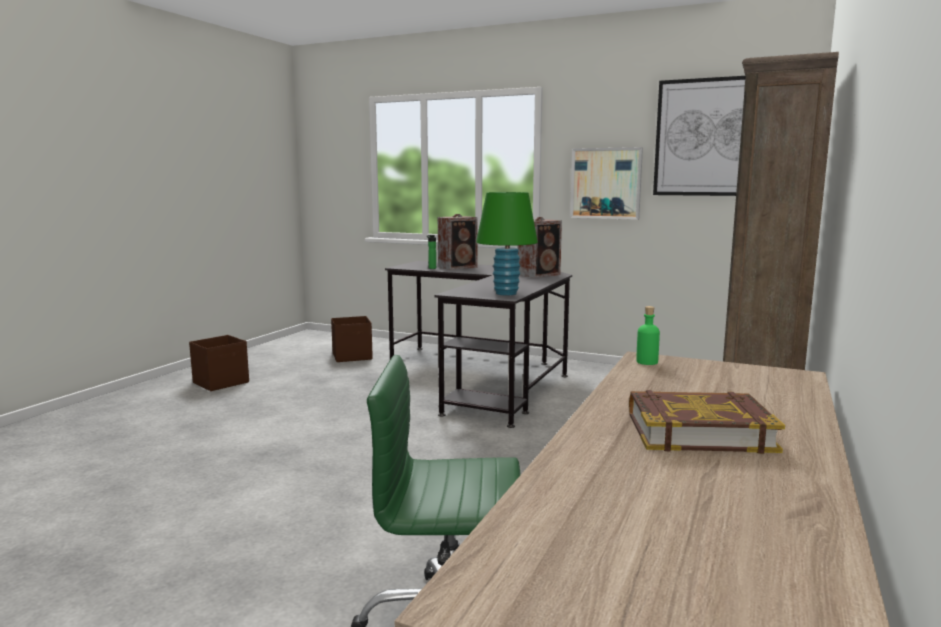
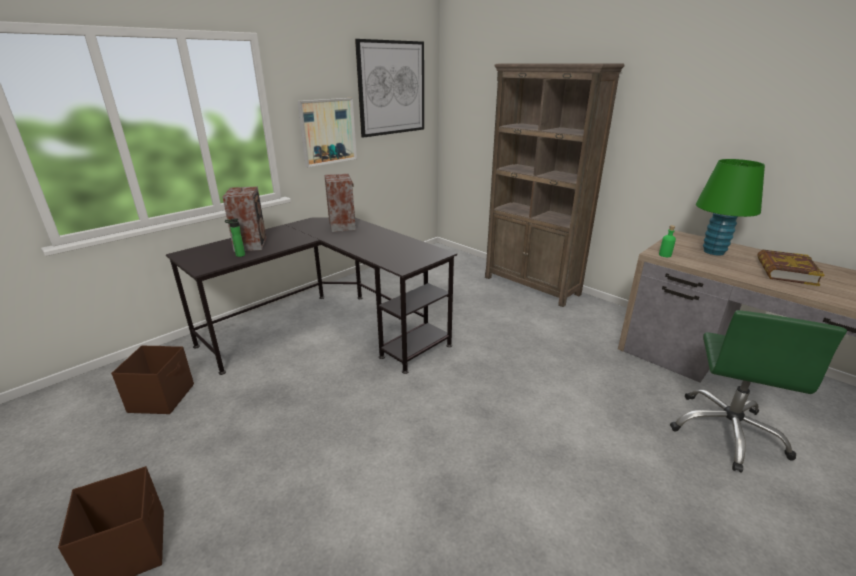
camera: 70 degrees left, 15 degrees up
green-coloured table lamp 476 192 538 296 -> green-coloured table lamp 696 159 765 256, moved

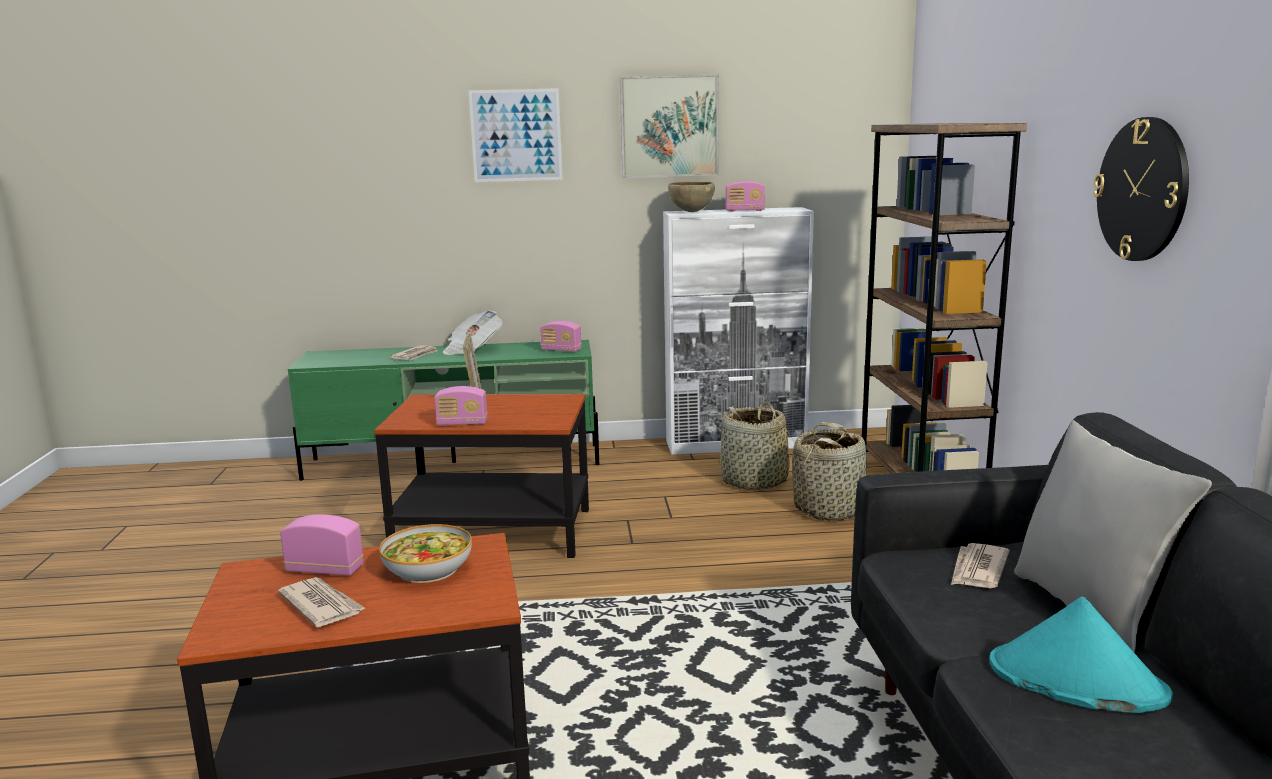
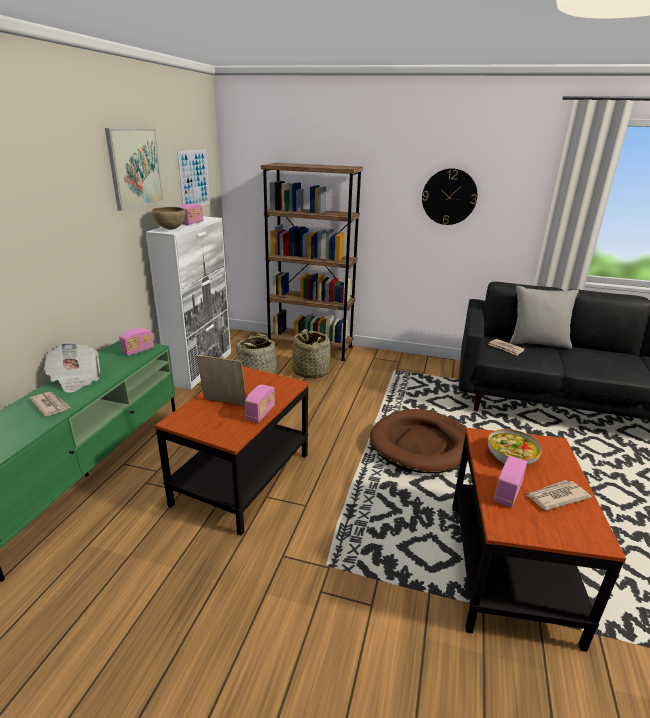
camera: 70 degrees left, 10 degrees up
wall art 468 88 563 182 -> wall art 177 149 210 205, moved
turquoise wearable hat 989 596 1173 713 -> none
none -> brown-coloured dog cushion 370 409 468 474

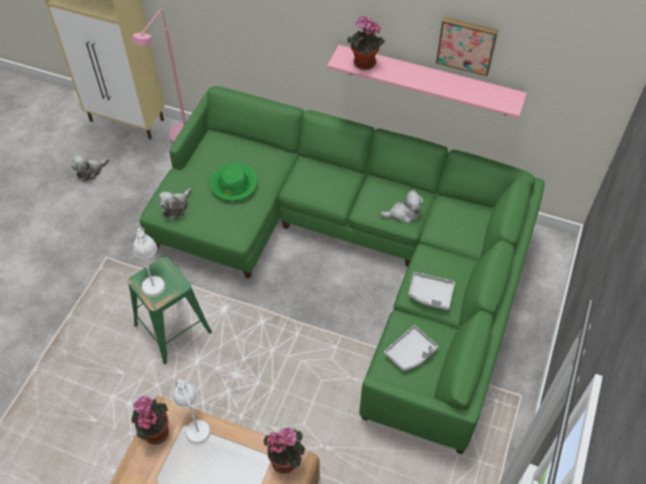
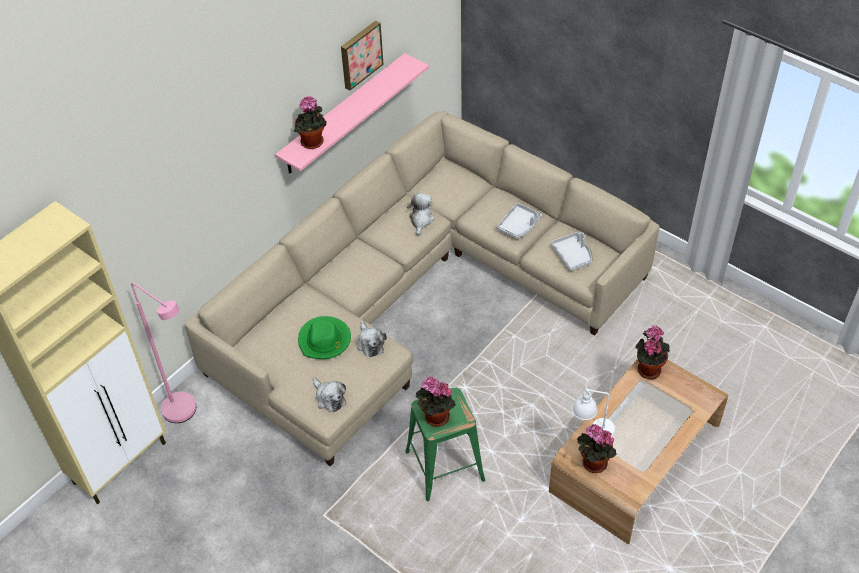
camera: 70 degrees left, 5 degrees down
green-coloured couch 140 86 545 454 -> beige couch 184 111 660 467
plush toy 72 155 109 182 -> plush toy 357 320 387 357, moved
whitish table lamp 133 228 165 297 -> houseplant 415 377 456 427

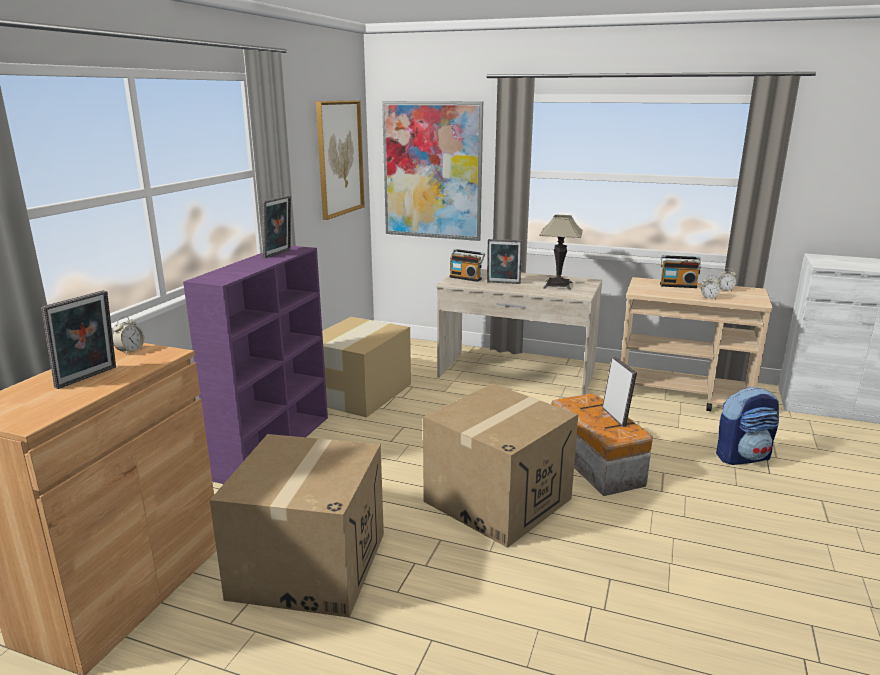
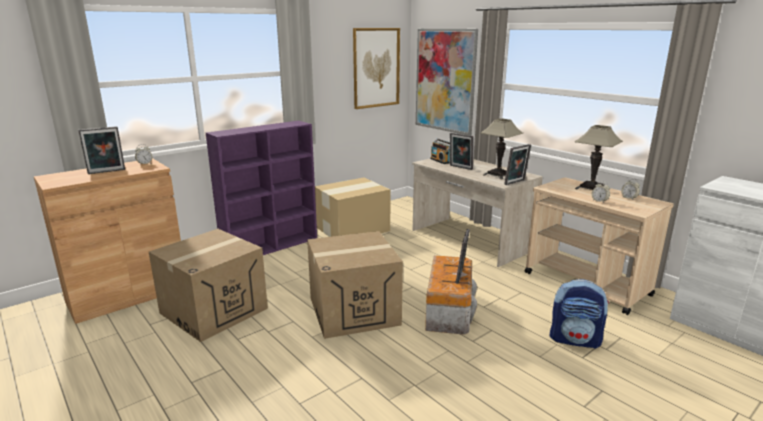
camera: 30 degrees right, 0 degrees up
picture frame 262 195 291 258 -> picture frame 504 144 531 185, moved
radio set 660 255 702 288 -> table lamp 575 125 623 190

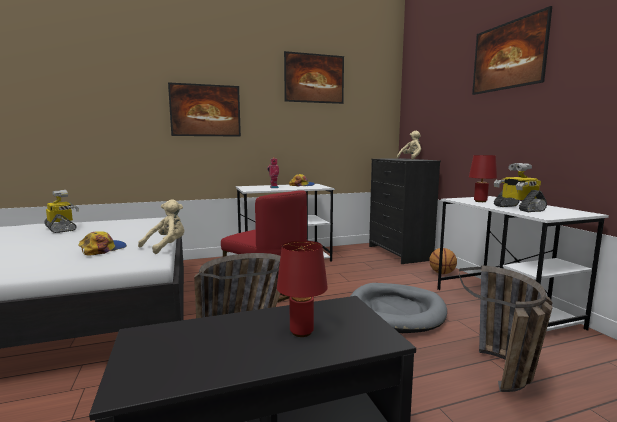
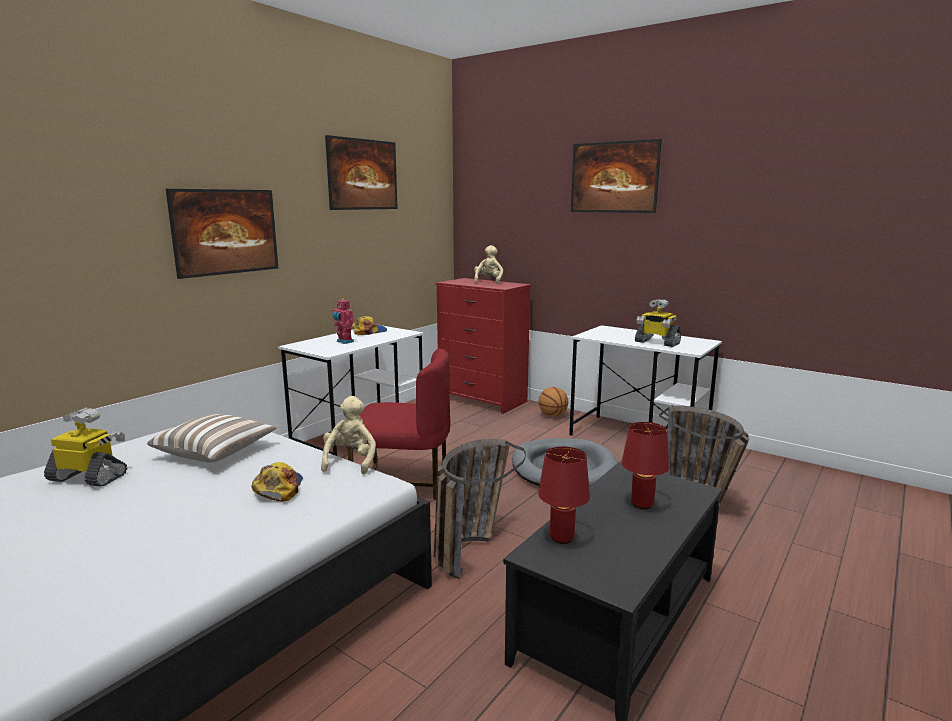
camera: 35 degrees left, 5 degrees up
red-coloured table lamp 469 155 497 202 -> red-coloured table lamp 538 447 590 544, moved
blackish chest of drawers 369 158 441 264 -> red-coloured chest of drawers 436 278 531 414
none -> throw pillow 147 414 277 462

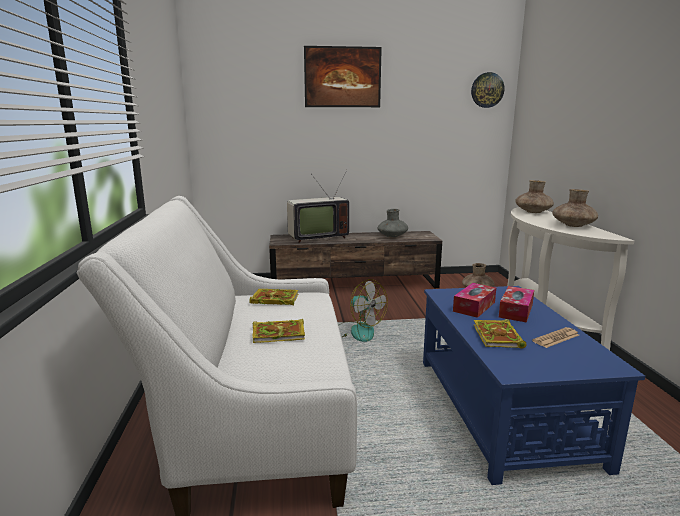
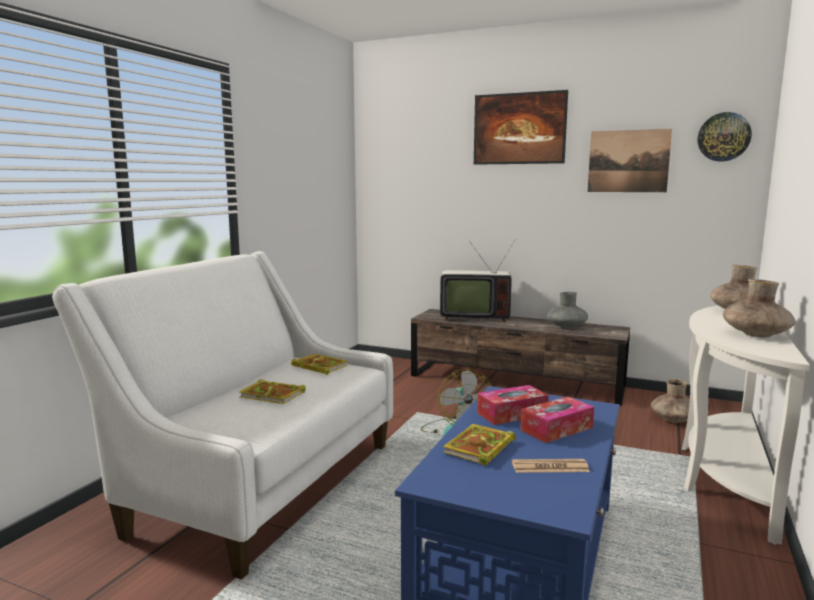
camera: 30 degrees right, 5 degrees down
none -> wall art 588 129 672 192

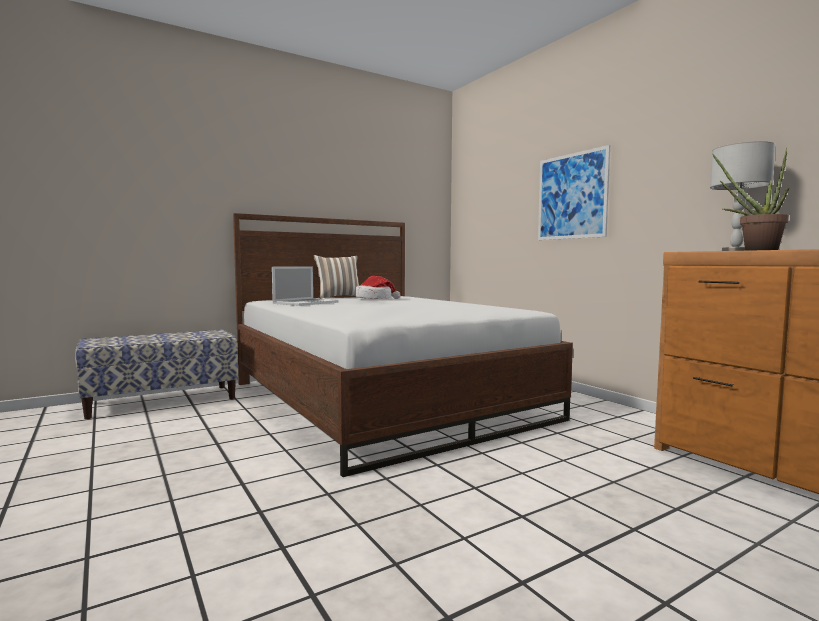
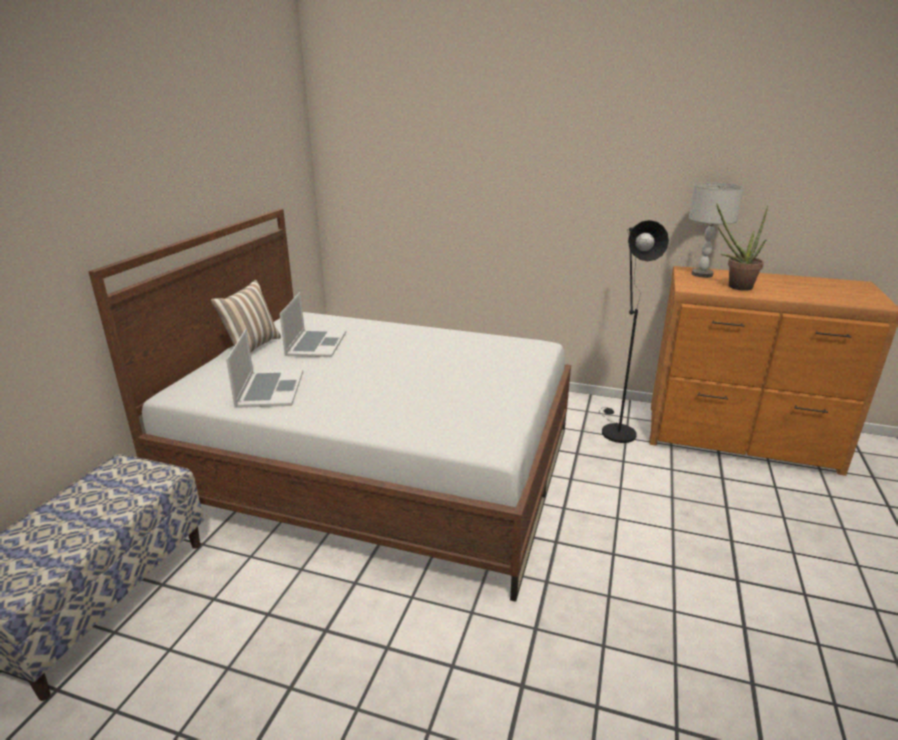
camera: 40 degrees left, 20 degrees up
wall art 538 145 610 240 -> none
wearable hat 355 276 400 299 -> portable computer 280 292 346 357
none -> blackish standing lamp 600 220 669 443

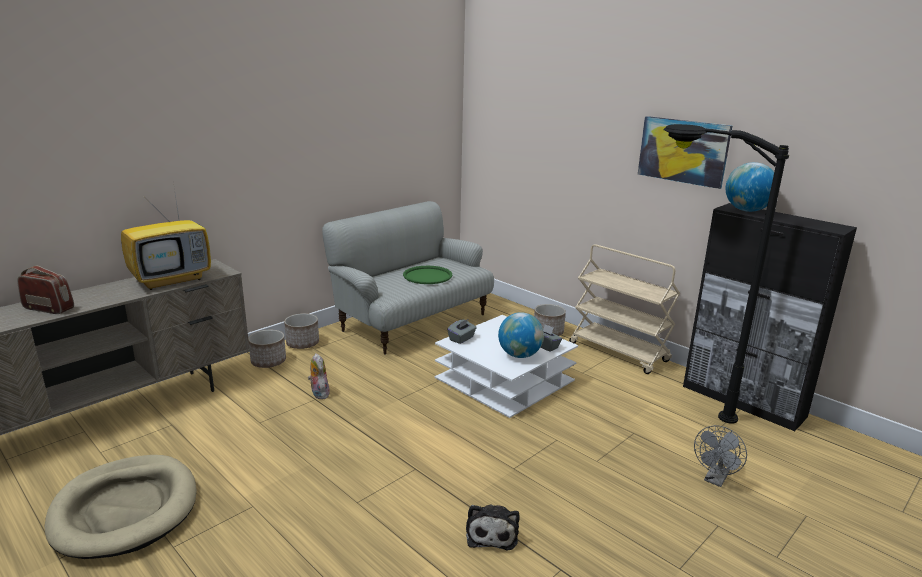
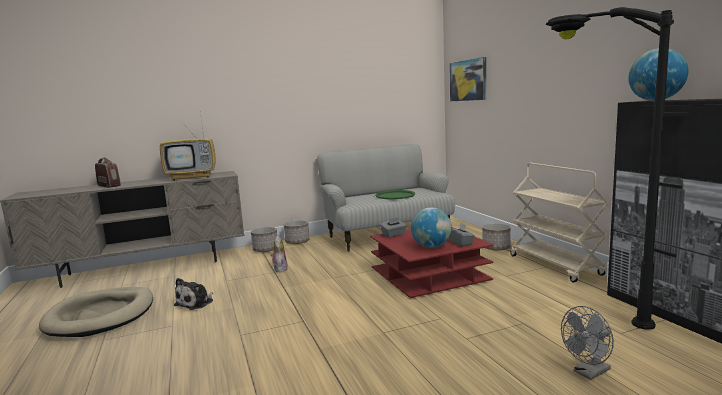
camera: 25 degrees right, 10 degrees down
wall art 638 116 732 189 -> wall art 450 57 486 101, moved
whitish lounge table 435 315 578 418 -> red-coloured lounge table 370 227 493 298
plush toy 466 504 520 551 -> plush toy 174 278 213 310, moved

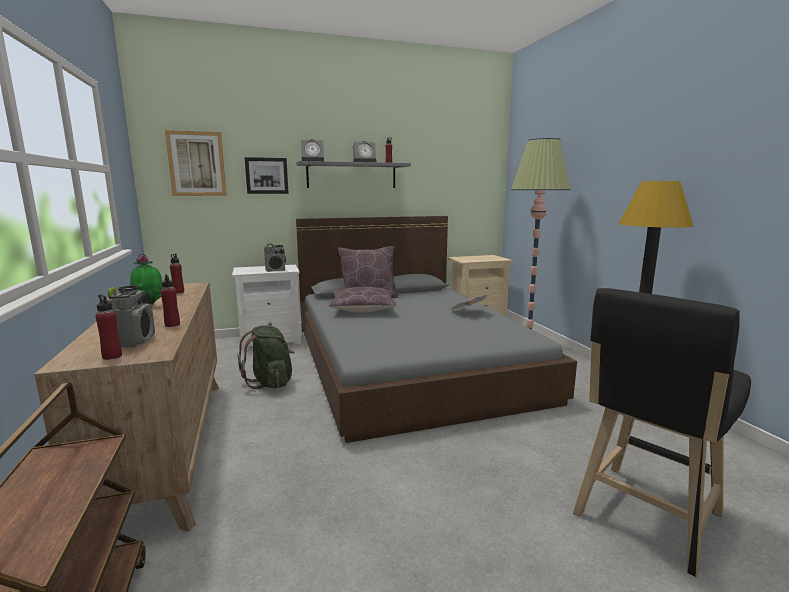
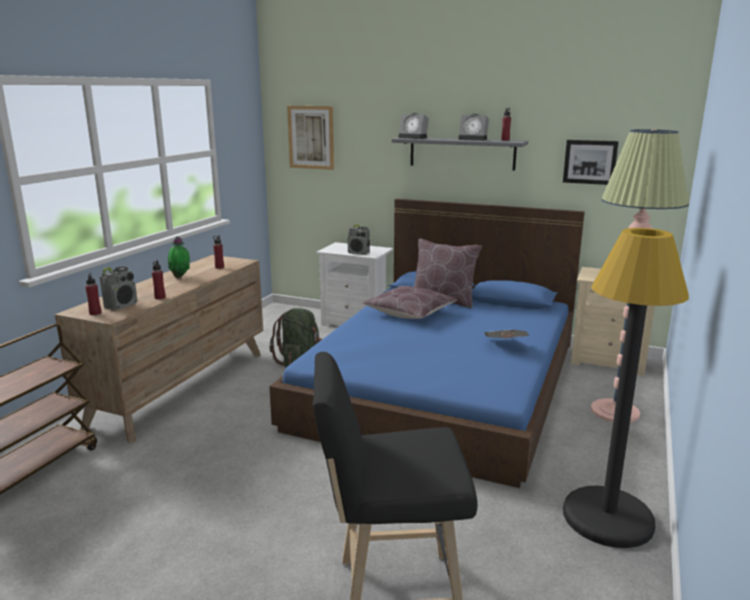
camera: 40 degrees right, 5 degrees up
wall art 245 157 289 194 -> wall art 563 140 619 185, moved
gray sleeping bed 296 216 577 443 -> blue-coloured sleeping bed 269 199 585 488

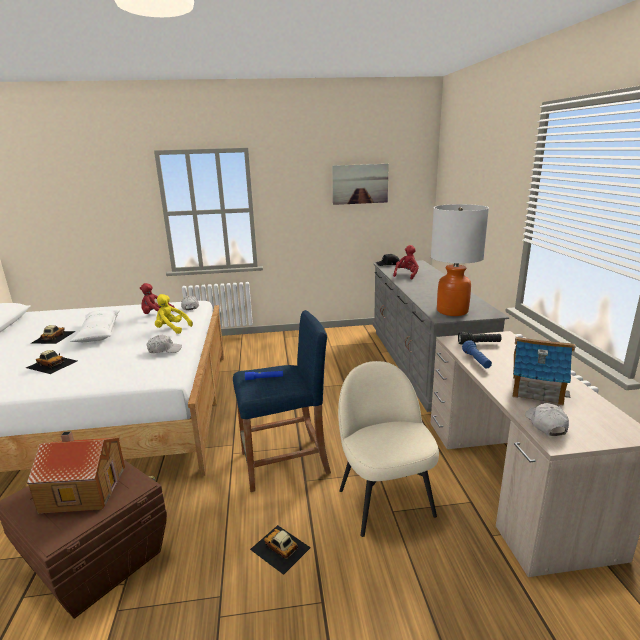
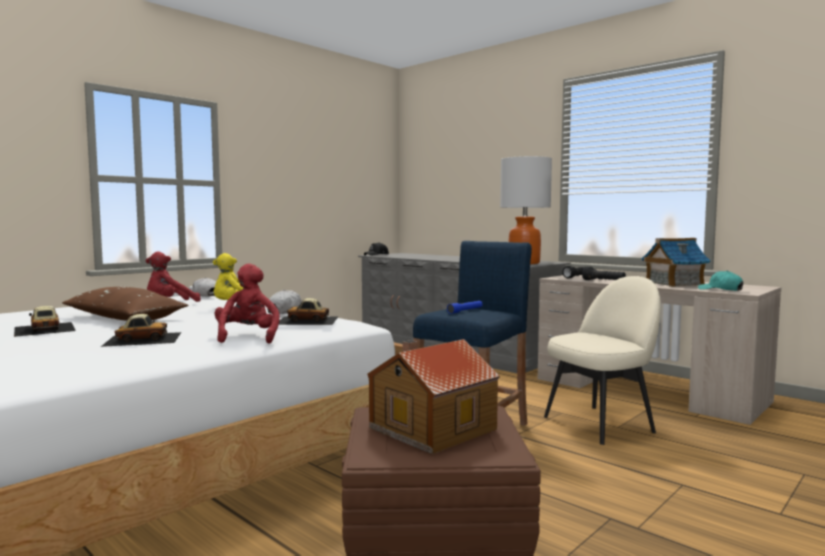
camera: 40 degrees left, 15 degrees down
wall art 332 164 389 205 -> none
red-coloured plush toy 393 245 419 280 -> red-coloured plush toy 215 263 280 344, moved
whitish throw pillow 70 309 120 342 -> brown-coloured throw pillow 62 287 188 321
blue-coloured flashlight 462 340 492 368 -> blackish flashlight 582 267 626 280
beige plain chair 338 361 439 537 -> beige plain chair 544 276 661 445, 120 degrees clockwise
whitish baseball cap 525 403 569 436 -> turquoise baseball cap 698 271 743 291
toy car 250 525 311 575 -> toy car 279 298 339 325, moved

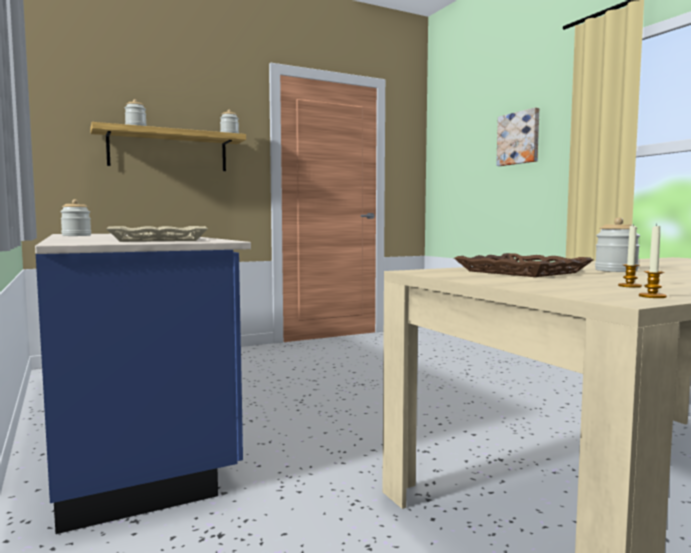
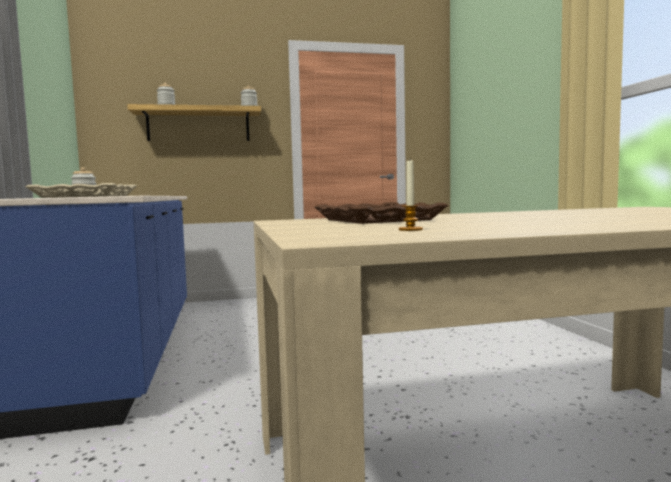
camera: 15 degrees right, 0 degrees up
wall art 496 108 539 166 -> none
storage jar 595 217 640 272 -> none
wax candle 639 224 667 298 -> none

